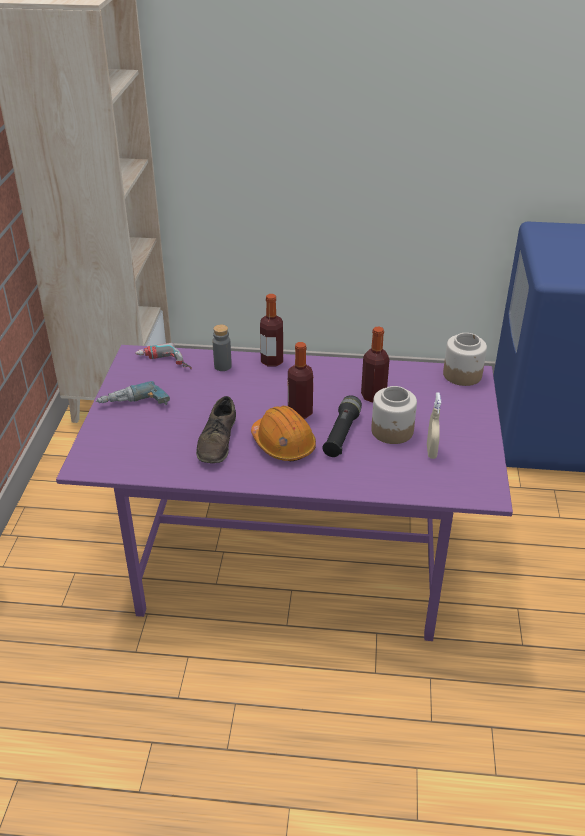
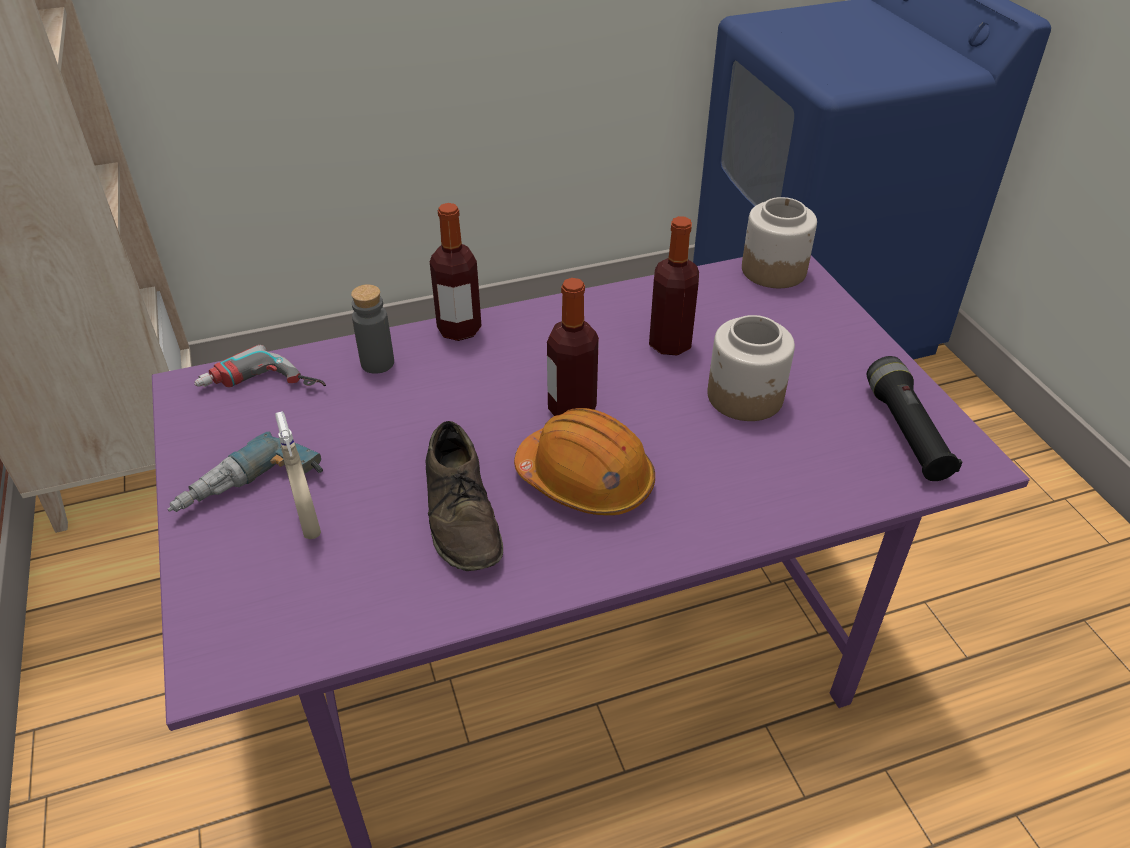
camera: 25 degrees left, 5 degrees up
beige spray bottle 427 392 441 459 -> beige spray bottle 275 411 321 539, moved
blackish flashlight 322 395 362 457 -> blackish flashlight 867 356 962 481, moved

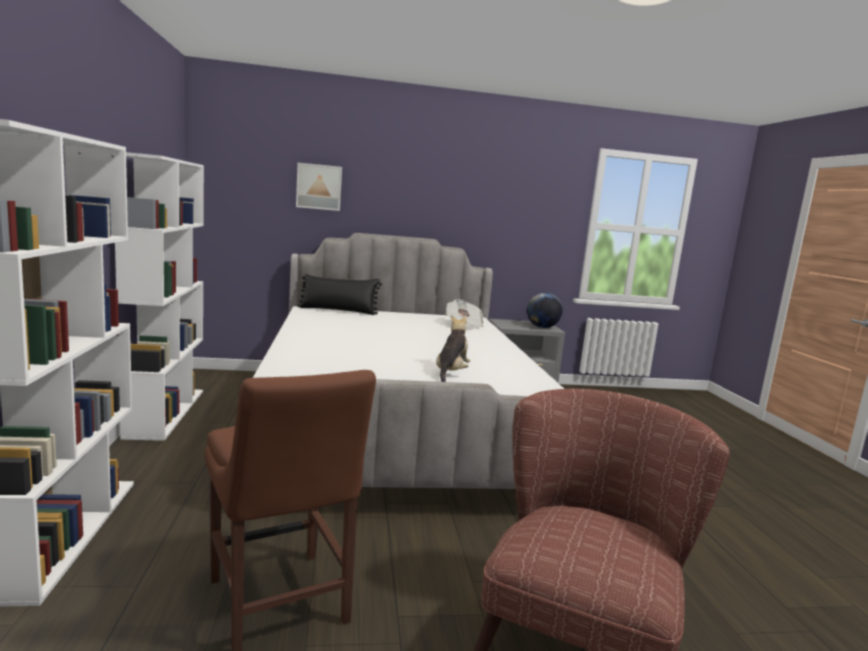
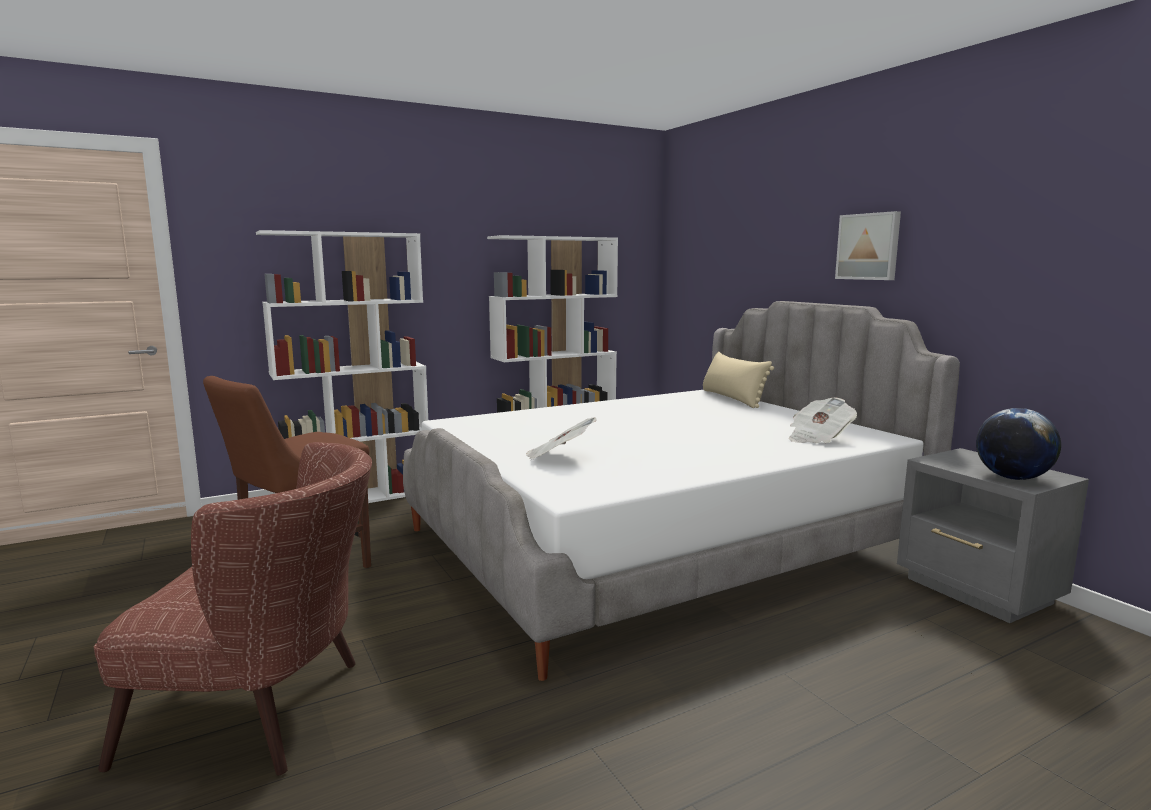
camera: 70 degrees right, 0 degrees up
wall art 296 163 342 211 -> wall art 835 211 901 280, moved
blackish throw pillow 298 274 382 315 -> beige throw pillow 703 351 774 408
plush toy 436 315 470 382 -> daily paper 526 417 597 460

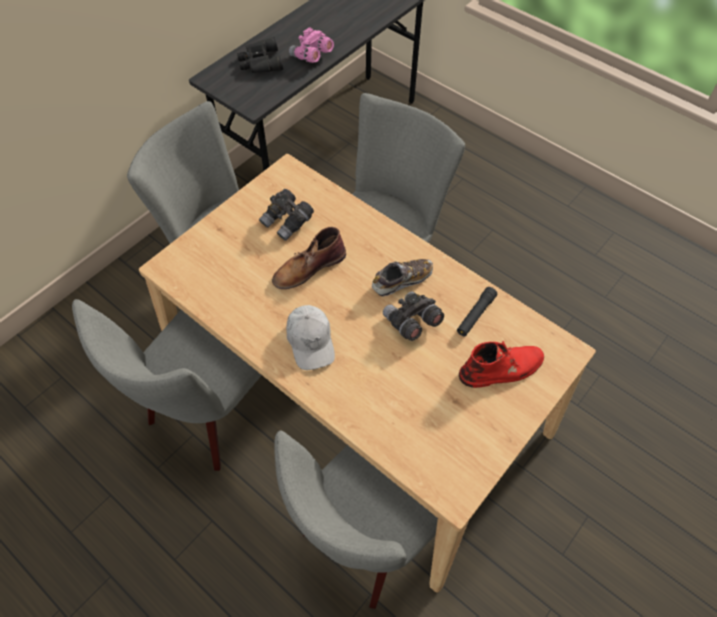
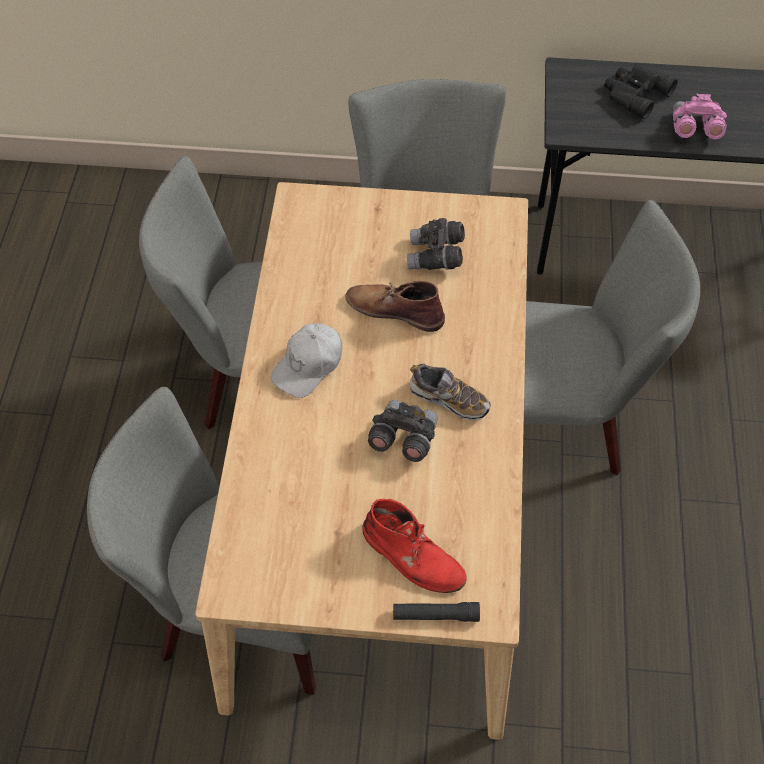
camera: 55 degrees right, 0 degrees up
blackish flashlight 457 287 497 336 -> blackish flashlight 393 602 480 622, moved

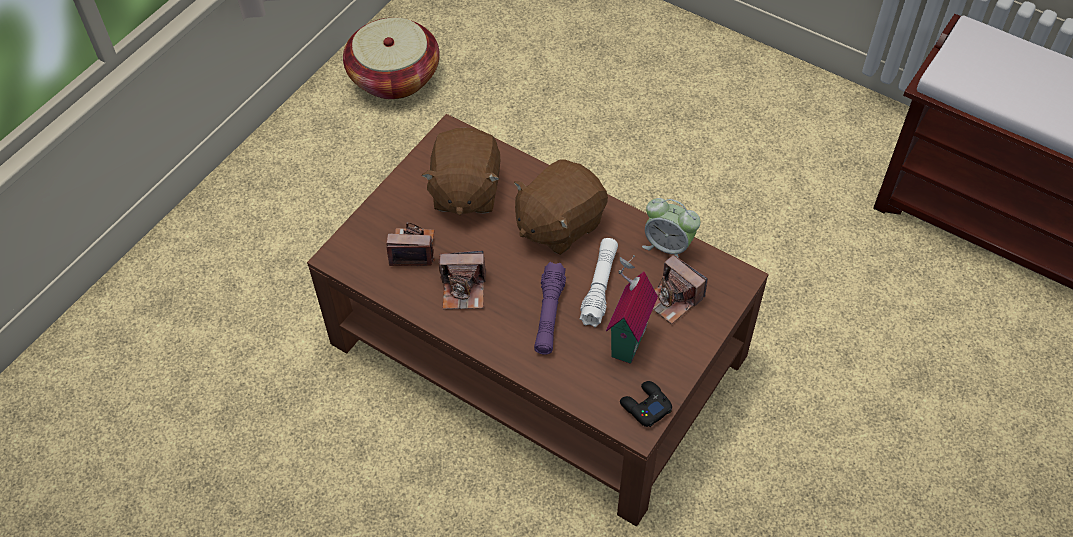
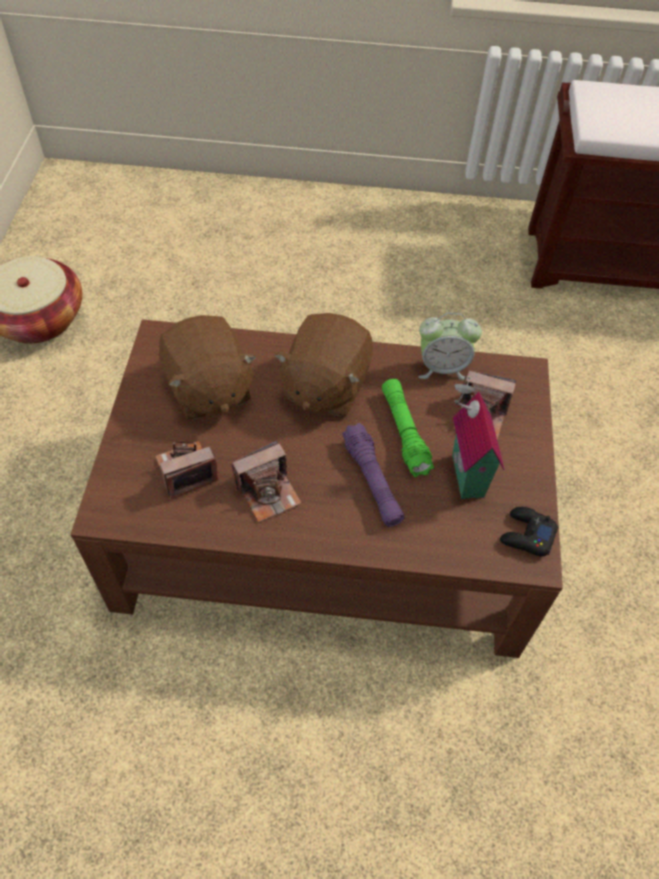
camera: 30 degrees left, 0 degrees up
whitish flashlight 580 238 618 327 -> green-coloured flashlight 382 379 434 477

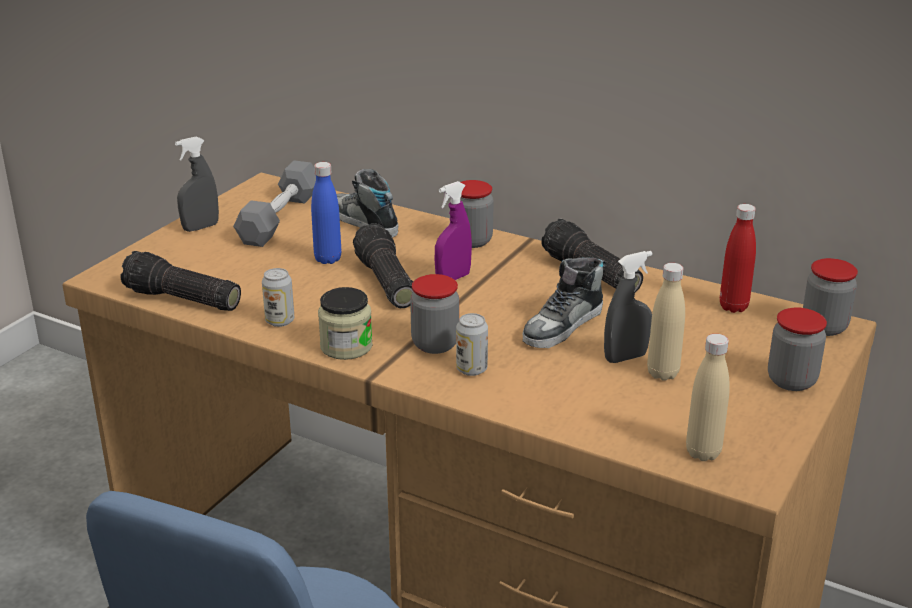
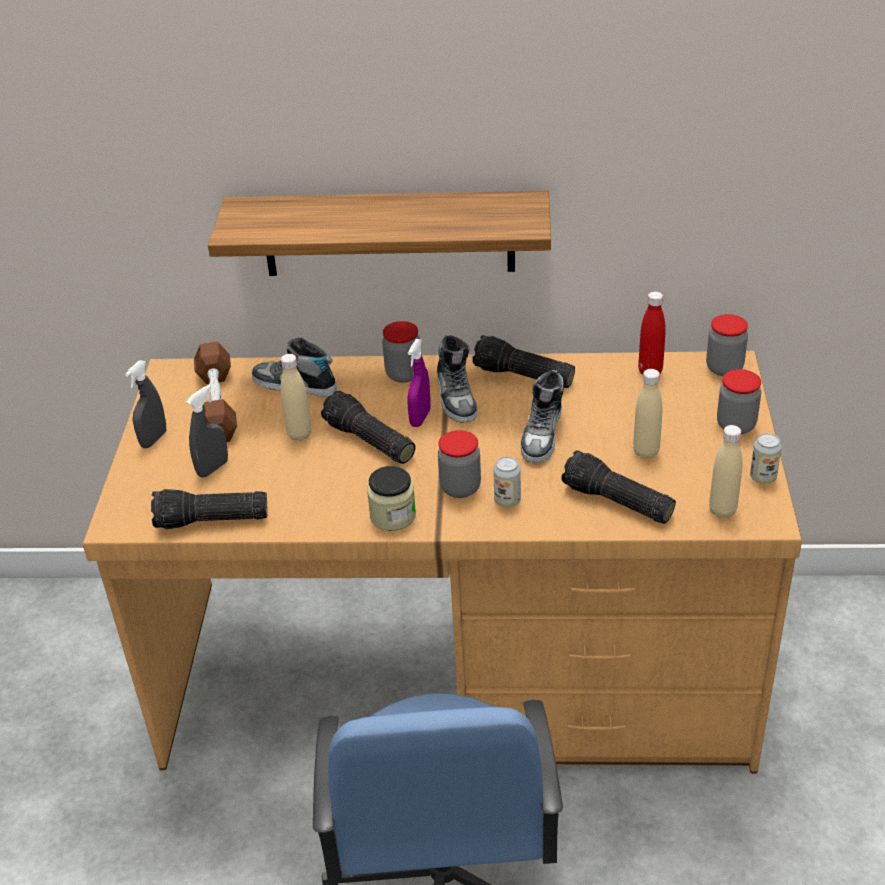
camera: 25 degrees left, 10 degrees up
gray dumbbell 233 161 316 247 -> brown-coloured dumbbell 194 342 237 442
blue-coloured beverage bottle 311 162 341 264 -> beige beverage bottle 281 354 312 441
gray spray bottle 604 251 653 363 -> gray spray bottle 186 385 228 478, moved
sealed can 262 268 294 327 -> sealed can 750 433 782 484, moved
none -> shelf 208 191 551 276
none -> low shoe 437 335 478 423
none -> flashlight 562 450 676 524

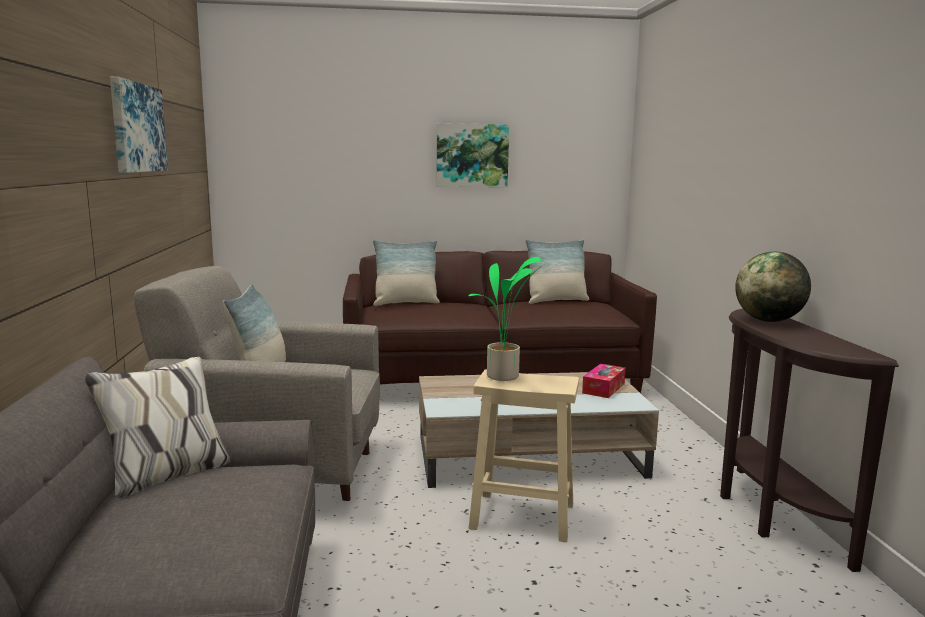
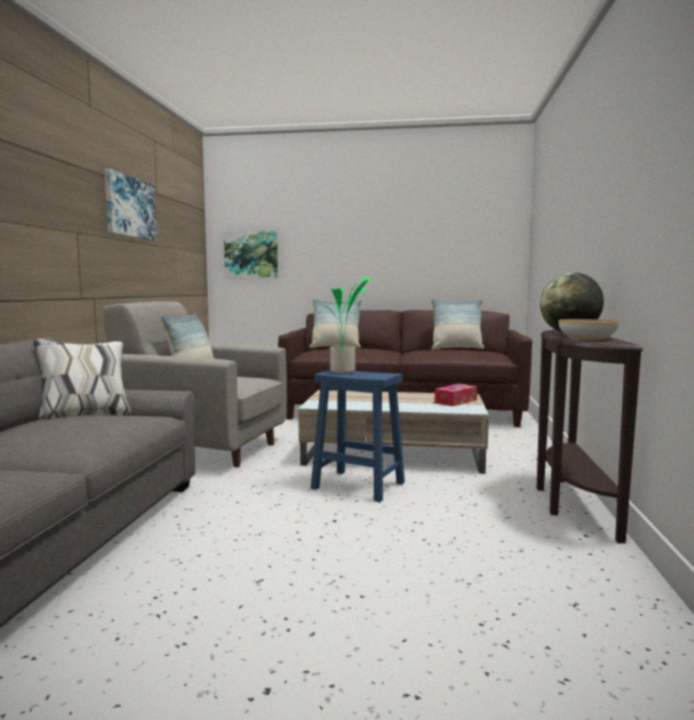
camera: 15 degrees right, 5 degrees down
wall art 437 123 509 187 -> wall art 224 231 278 278, moved
beige sitting stool 469 369 579 542 -> blue-coloured sitting stool 311 370 405 502
none -> serving bowl 558 319 619 340

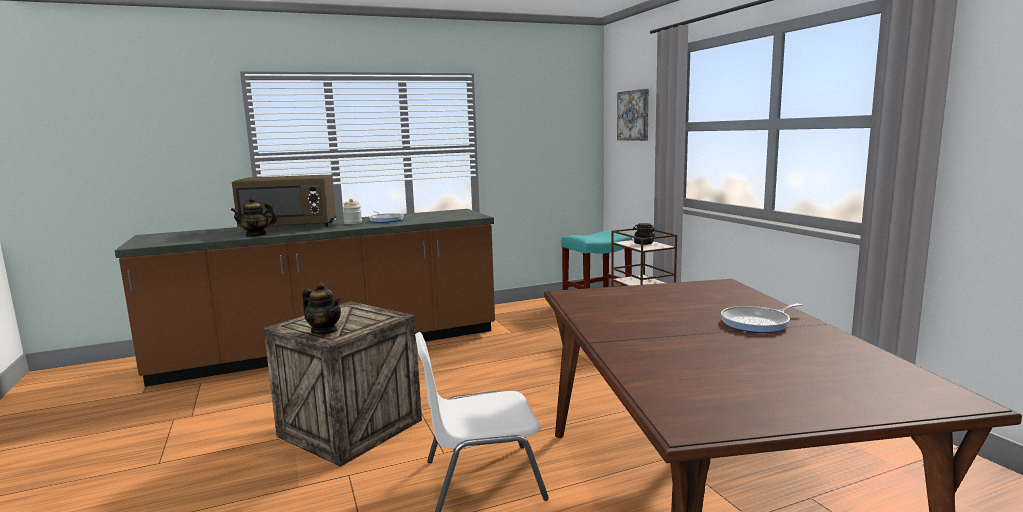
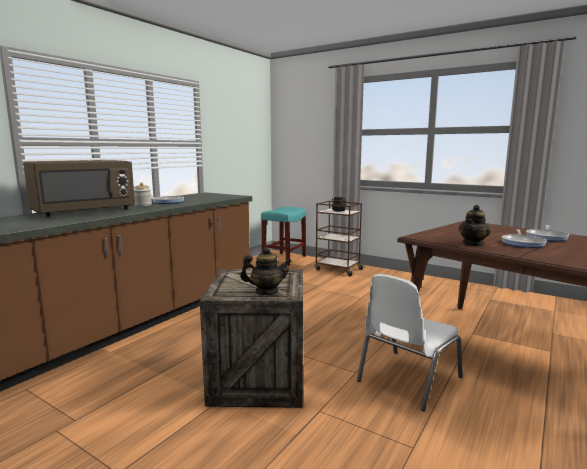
camera: 35 degrees left, 0 degrees up
wall art 617 89 649 141 -> none
teapot 231 197 277 237 -> teapot 459 205 490 247, moved
none -> frying pan 502 229 547 248

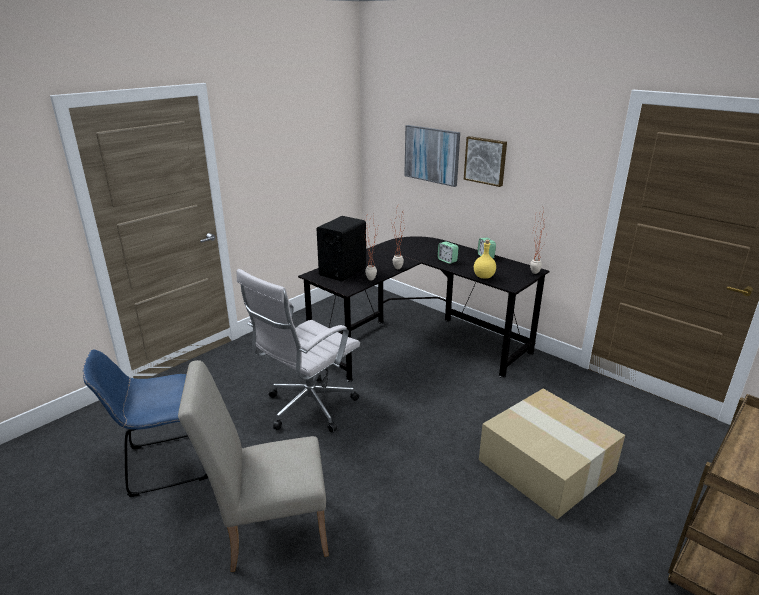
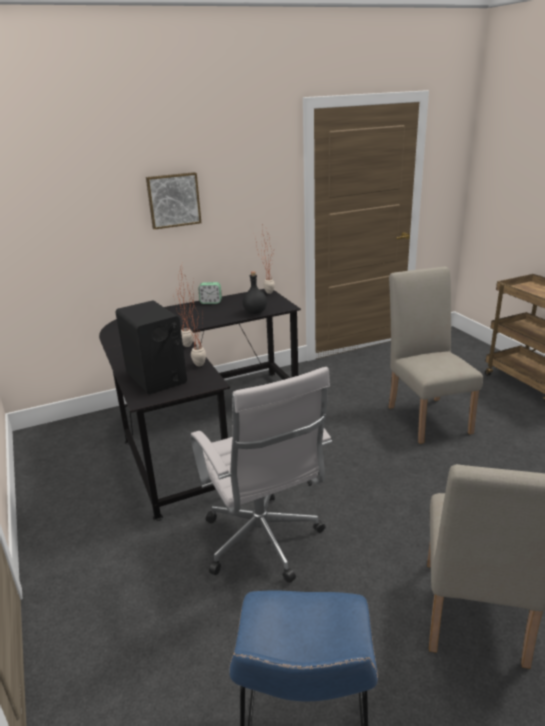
camera: 65 degrees left, 0 degrees up
wall art 404 125 460 187 -> none
yellow beverage bottle 474 240 496 279 -> blackish beverage bottle 242 271 267 314
bedside clock 437 241 459 264 -> none
packing box 479 389 625 519 -> beige plain chair 388 266 483 444

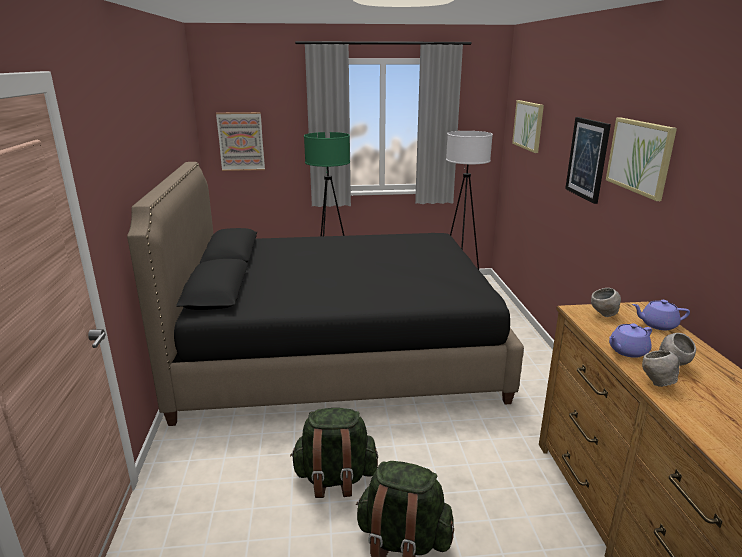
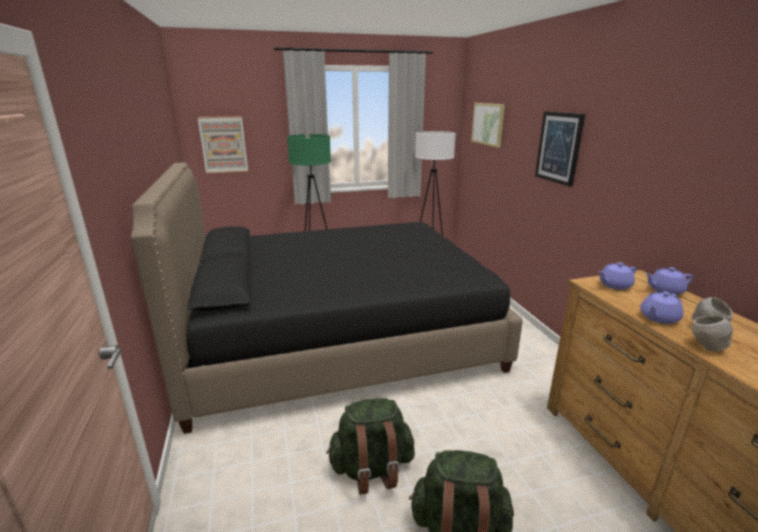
camera: 10 degrees left, 0 degrees up
wall art 606 117 677 201 -> none
gray serving bowl 591 288 621 317 -> purple-coloured teapot 599 262 637 290

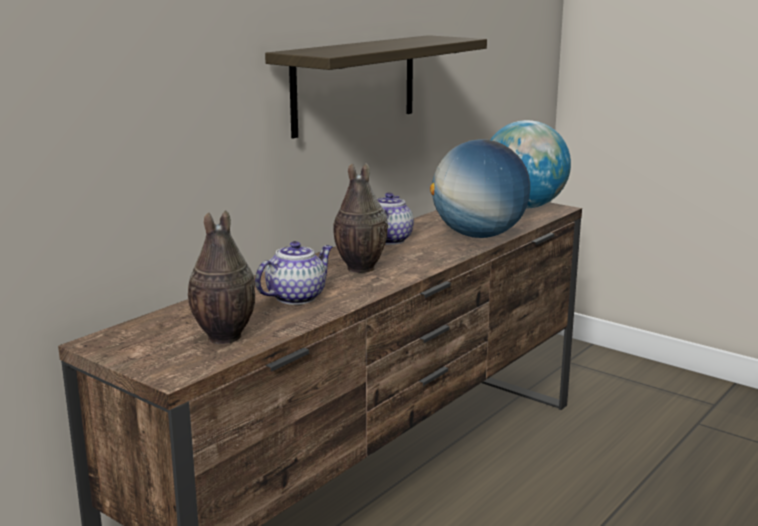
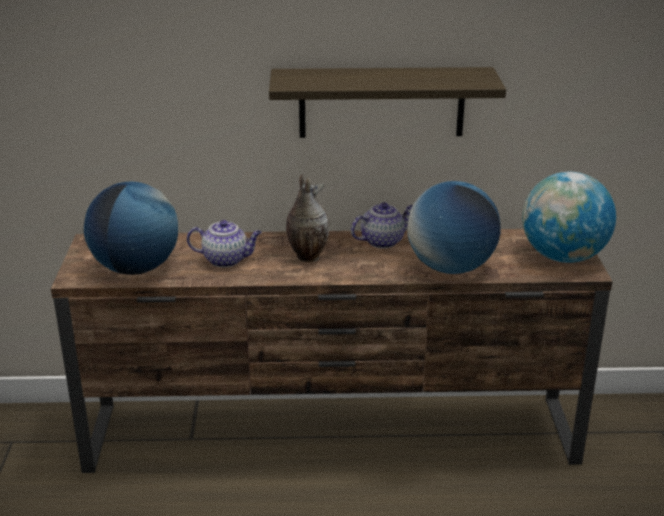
camera: 50 degrees right, 10 degrees up
decorative vase 188 210 255 344 -> desk globe 84 182 178 275

